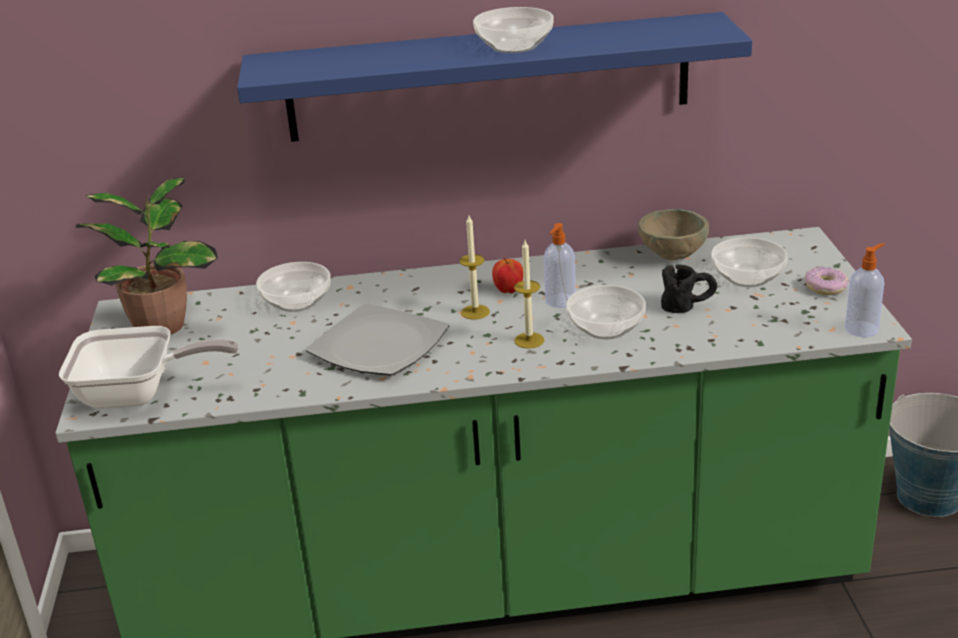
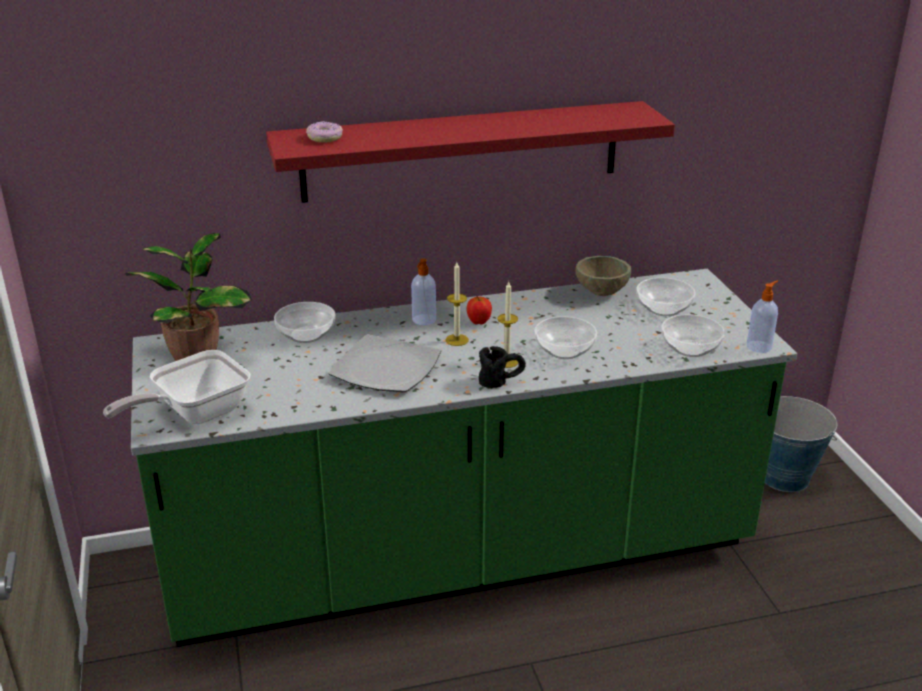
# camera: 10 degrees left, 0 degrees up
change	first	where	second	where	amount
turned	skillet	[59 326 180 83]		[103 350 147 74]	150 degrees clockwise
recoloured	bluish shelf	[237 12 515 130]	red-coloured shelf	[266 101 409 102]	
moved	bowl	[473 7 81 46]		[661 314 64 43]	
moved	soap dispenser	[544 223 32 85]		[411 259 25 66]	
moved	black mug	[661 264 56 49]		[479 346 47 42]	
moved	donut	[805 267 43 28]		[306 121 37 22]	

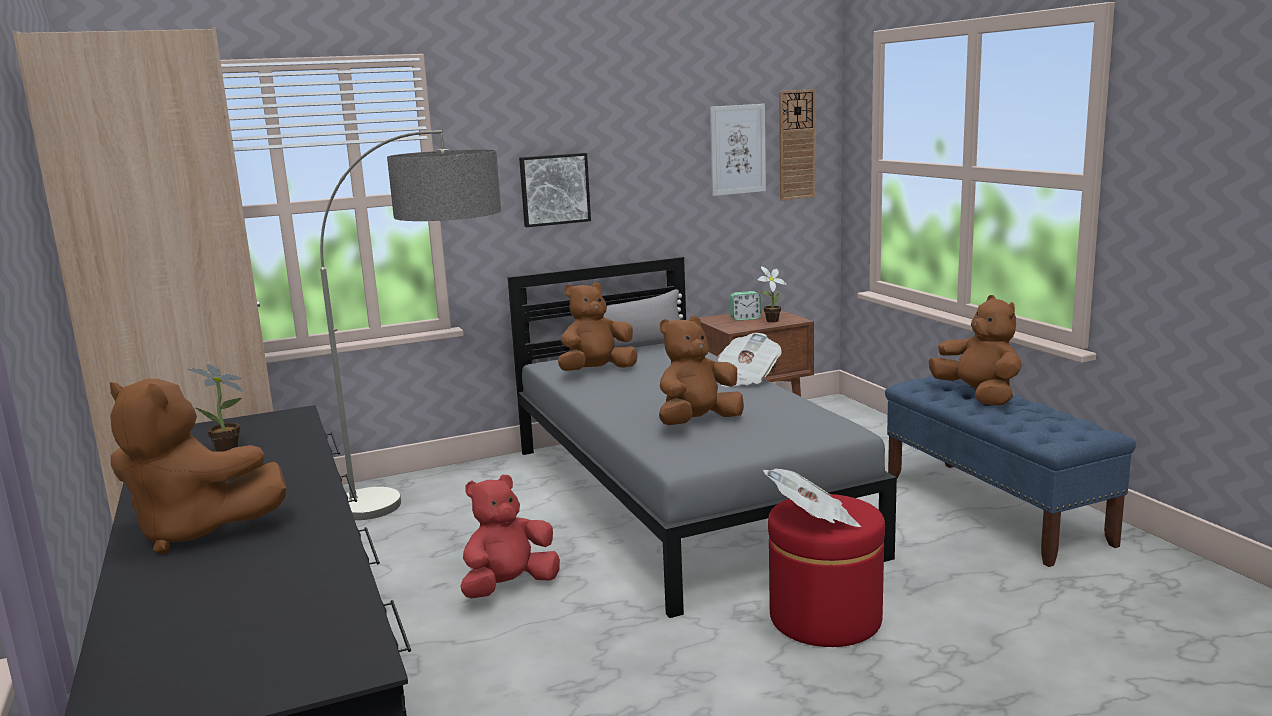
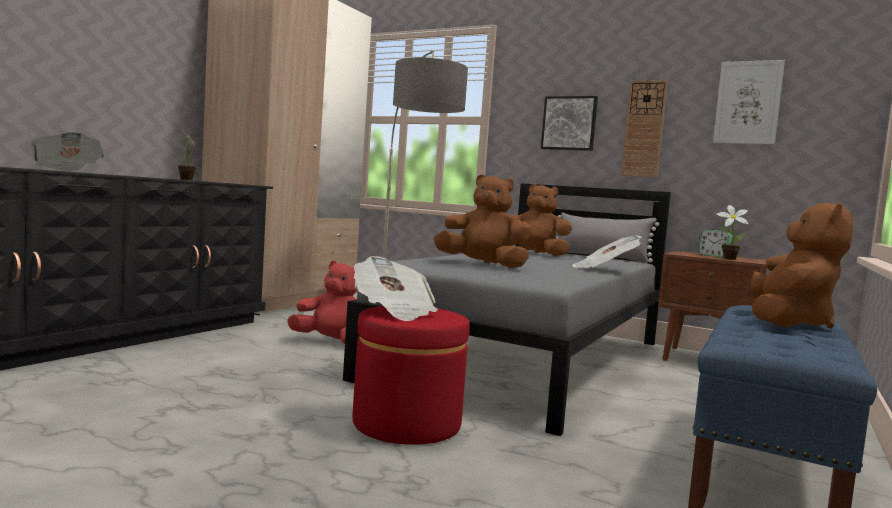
# camera: 50 degrees right, 10 degrees down
change	first	where	second	where	amount
replaced	brownish plush toy	[110 379 176 176]	daily paper	[31 132 73 39]	
moved	hanging clock	[779 89 37 111]		[621 80 47 97]	

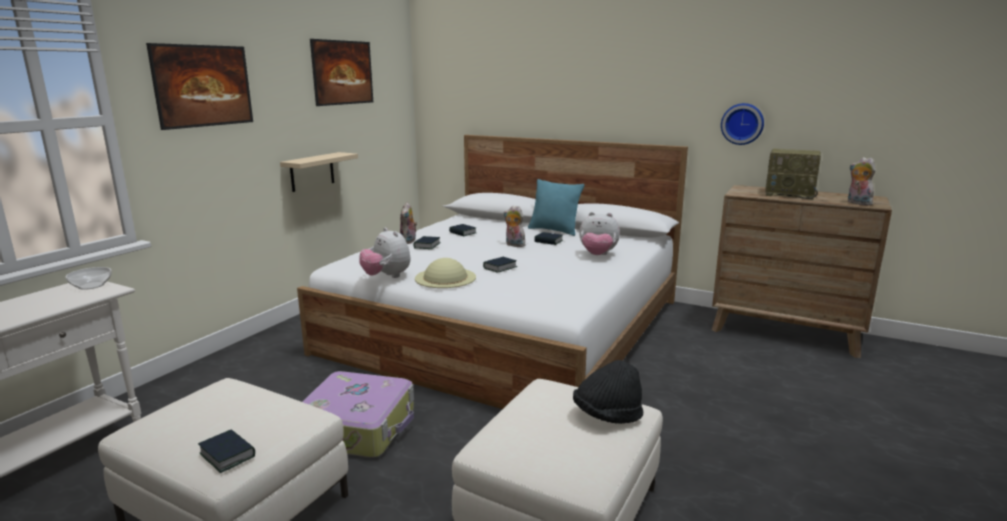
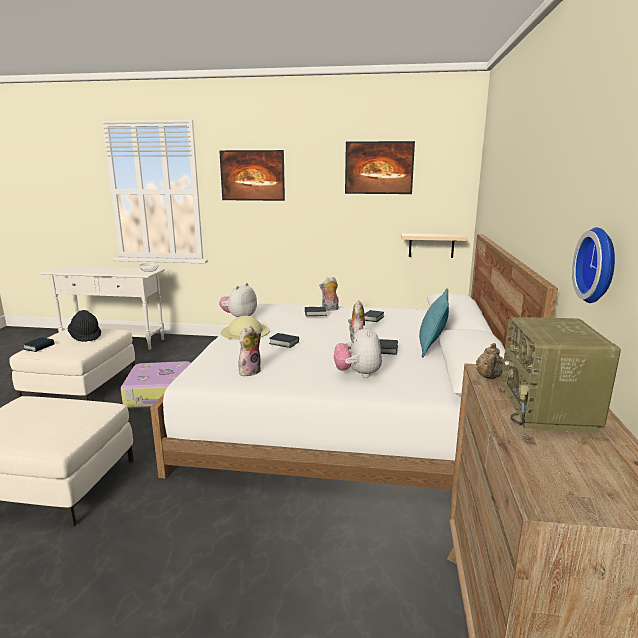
# camera: 70 degrees right, 0 degrees up
change	first	where	second	where	amount
moved	sand-coloured shelf	[280 152 78 40]		[401 233 66 25]	
moved	black wearable hat	[573 360 70 64]		[68 310 33 32]	
moved	plush toy	[848 157 28 48]		[239 326 22 50]	
added			sand-coloured teapot	[476 343 29 36]	

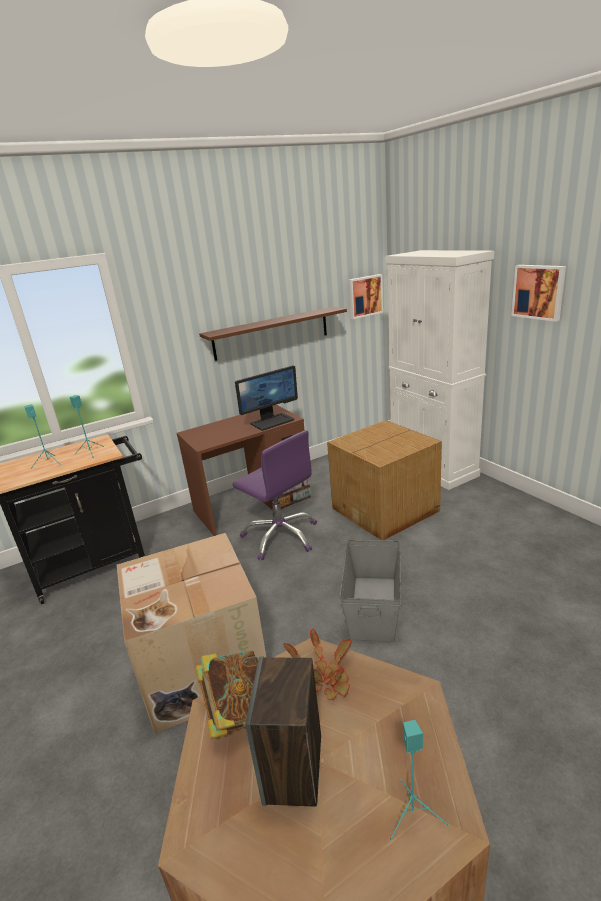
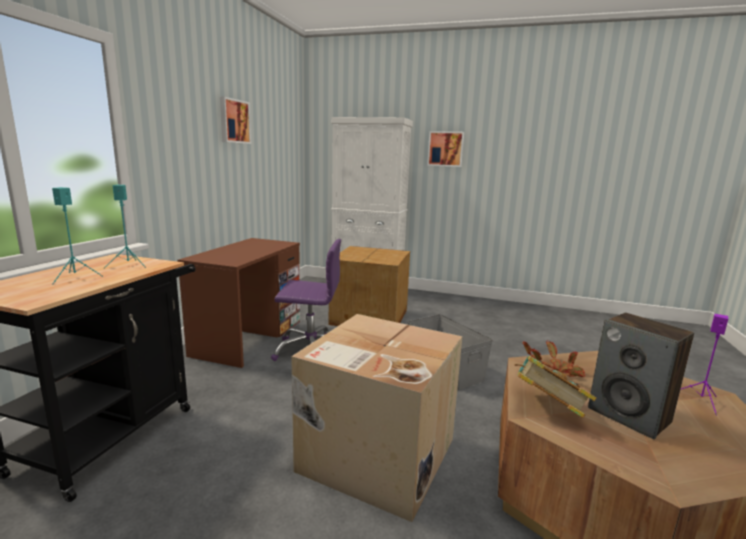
# camera: 45 degrees left, 10 degrees down
change	first	where	second	where	amount
removed	brownish shelf	[199 307 148 54]			
removed	computer screen	[235 365 63 66]			
moved	wall art	[348 274 35 45]		[220 97 31 47]	
recoloured	turquoise audio speaker	[389 720 60 121]	purple audio speaker	[680 314 48 101]	

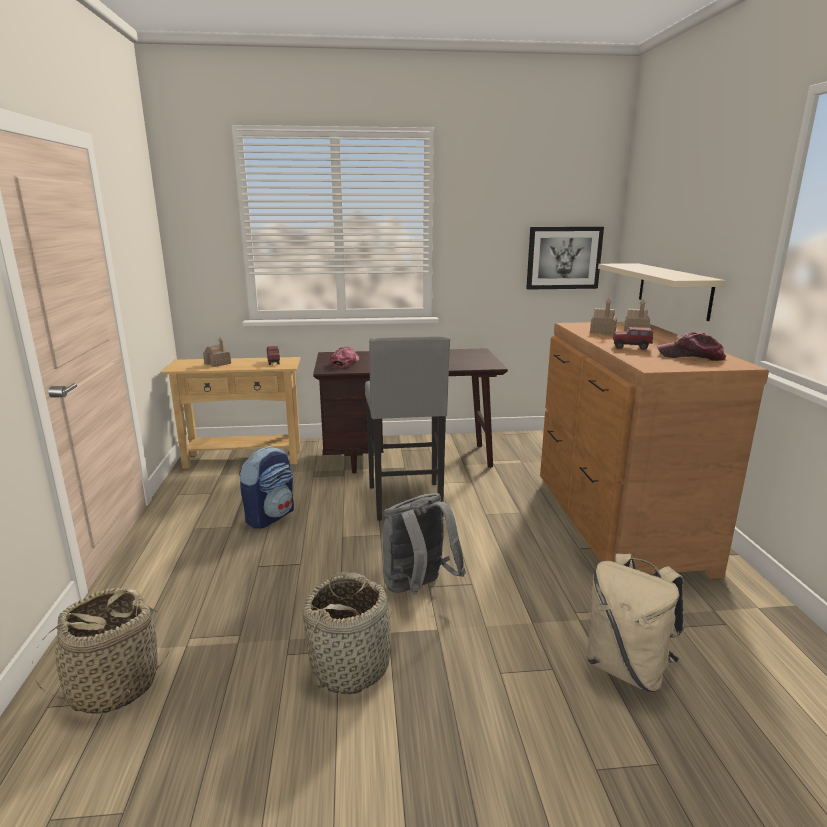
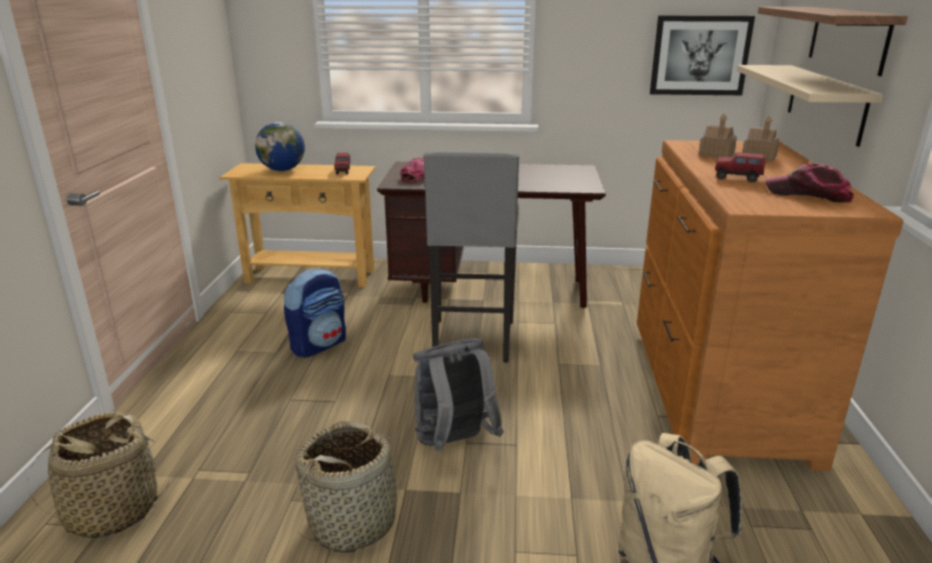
# camera: 10 degrees right, 5 degrees up
change	first	where	second	where	amount
replaced	model house	[203 337 28 30]	globe	[255 122 50 49]	
added			shelf	[758 7 150 69]	

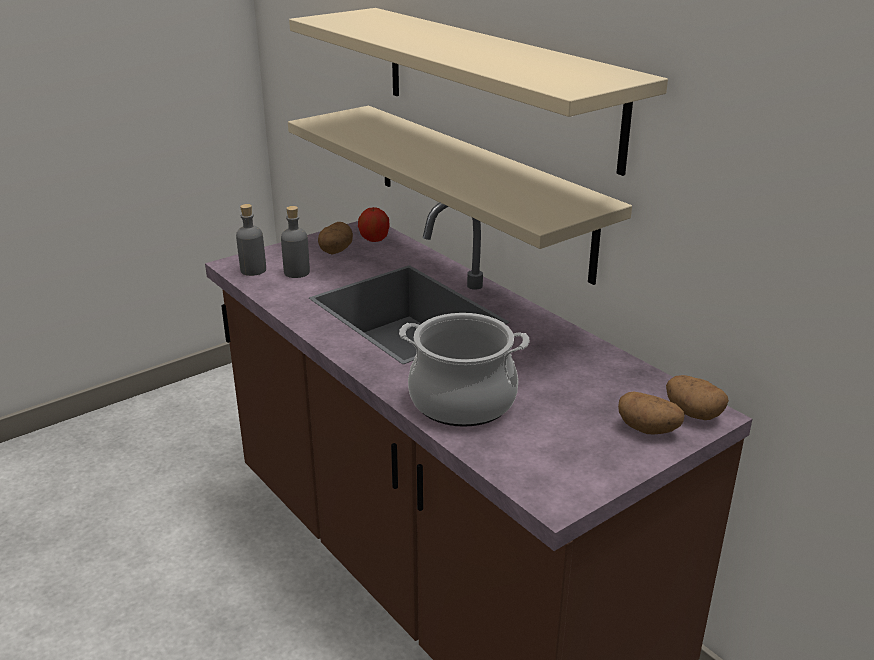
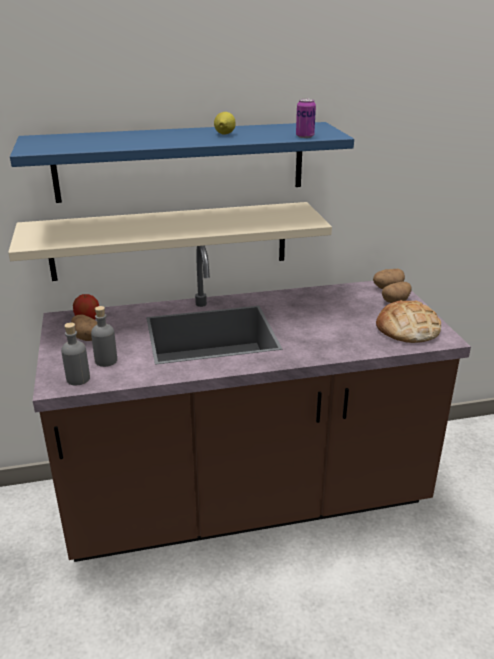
# camera: 65 degrees left, 0 degrees up
change	first	where	second	where	amount
recoloured	sand-coloured shelf	[289 8 379 168]	bluish shelf	[10 122 344 81]	
removed	stockpot	[399 313 130 114]			
added			whole lemon	[214 112 21 22]	
added			sealed can	[296 99 20 39]	
added			baked bread	[376 300 65 43]	

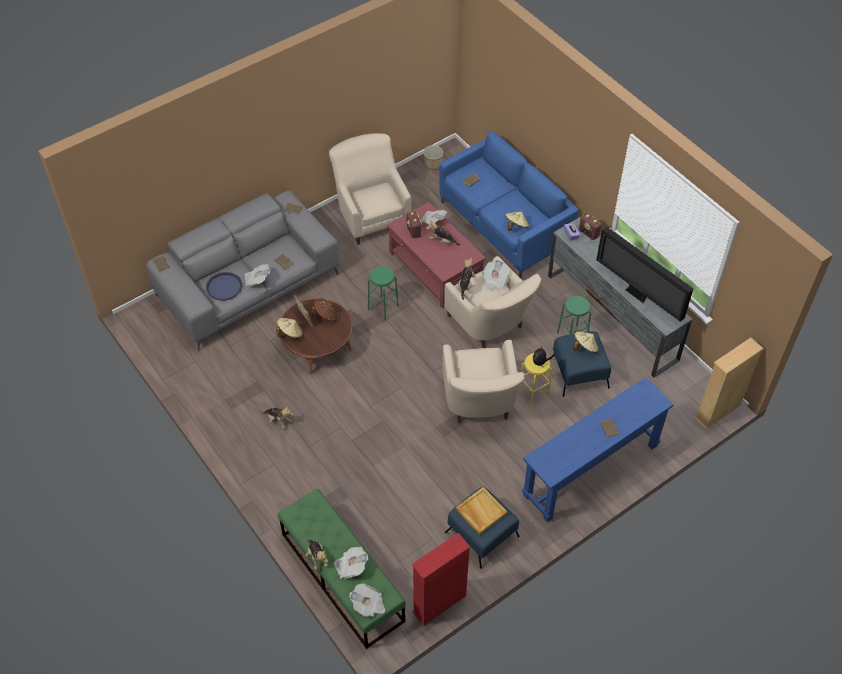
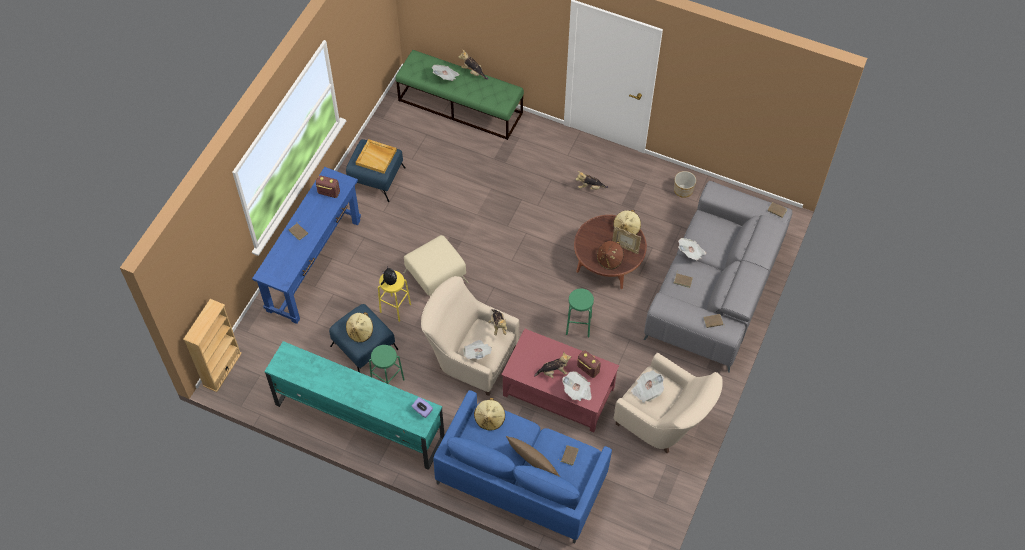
# camera: 150 degrees right, 5 degrees up
change	first	where	second	where	amount
removed	bluish carrying tray	[206 272 36 29]			
moved	daily paper	[350 584 35 33]		[631 370 33 33]	
removed	red-coloured shelving unit	[412 533 58 93]			
moved	flower pot	[423 145 20 25]		[674 171 22 27]	
replaced	sand-coloured easy chair	[443 340 82 83]	sand-coloured pouffe	[404 235 65 62]	
recoloured	grey media console	[548 217 144 161]	turquoise media console	[264 341 181 129]	
moved	radio	[579 213 23 27]		[316 175 24 23]	
removed	TV	[596 226 98 96]			
added			brownish cushion	[506 436 54 41]	

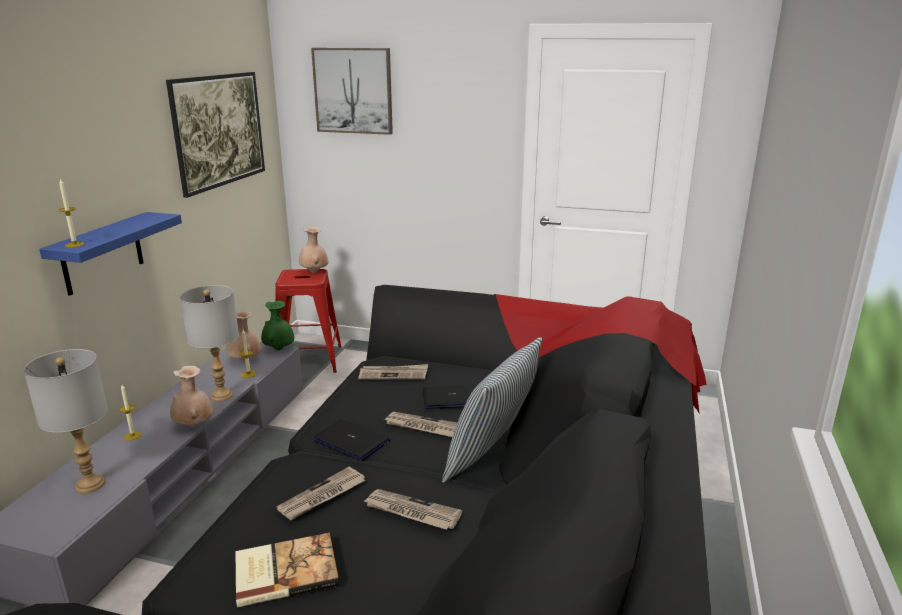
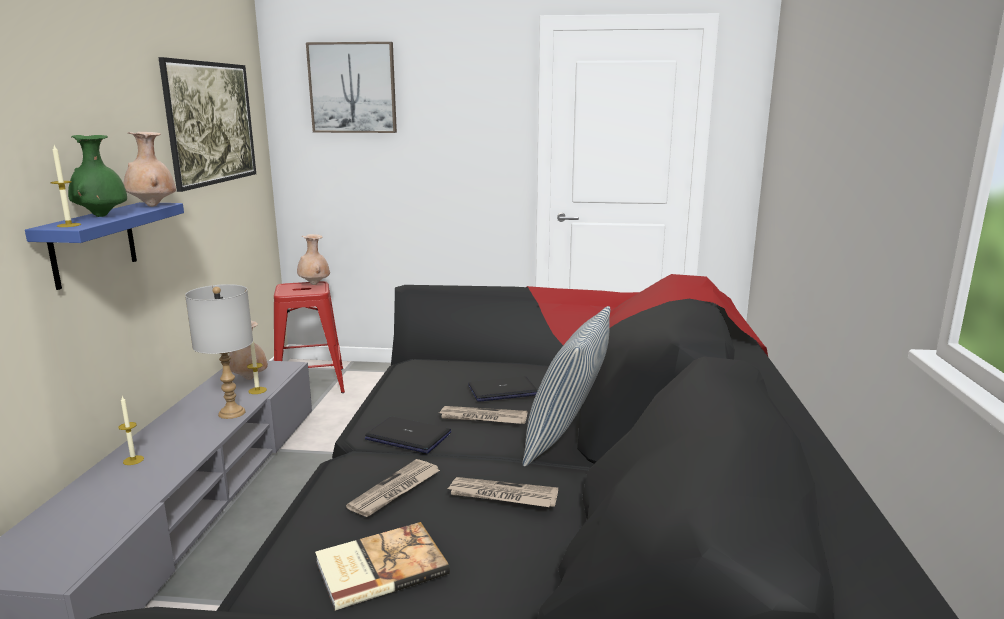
# camera: 10 degrees left, 5 degrees down
change	first	where	second	where	amount
removed	grey table lamp	[24 349 84 144]			
moved	sand-coloured vase	[170 366 43 61]		[124 132 52 75]	
moved	greenish vase	[261 301 33 49]		[68 135 59 82]	
removed	daily paper	[358 364 70 16]			

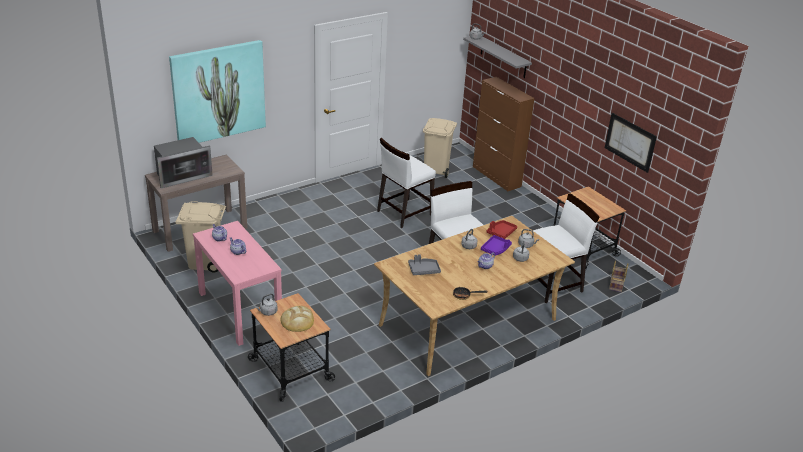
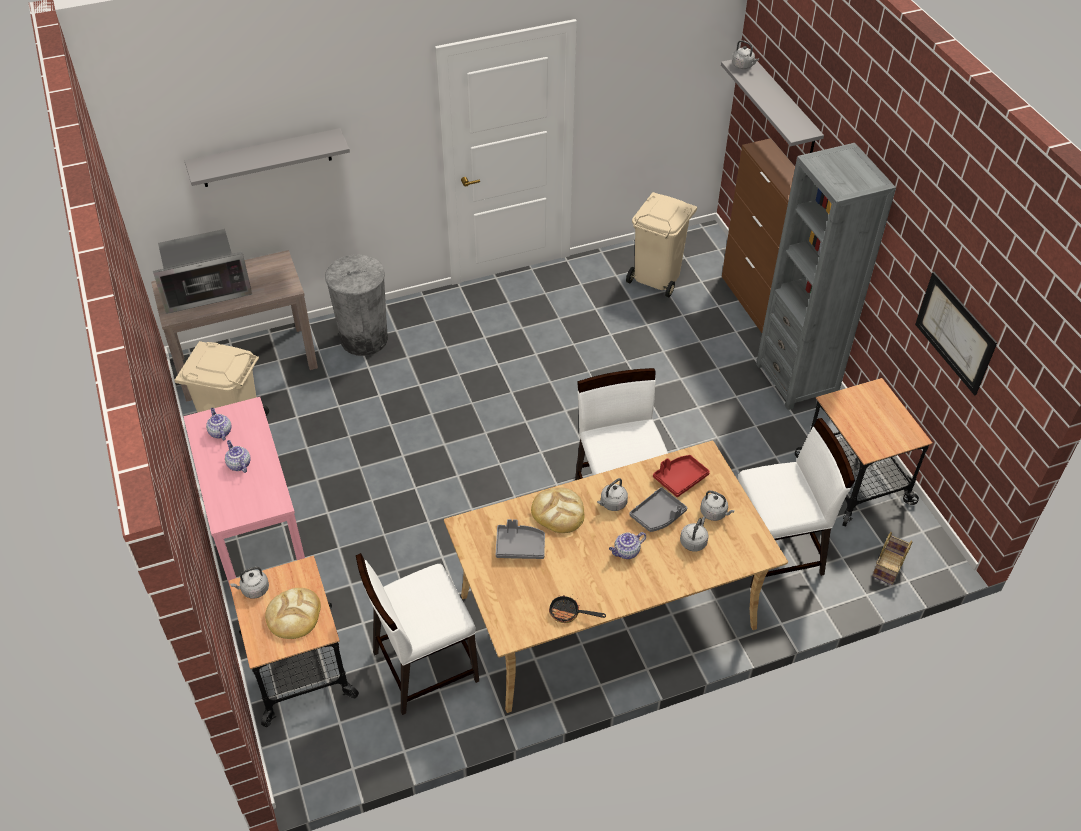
# camera: 15 degrees right, 15 degrees up
change	first	where	second	where	amount
replaced	wall art	[169 40 97 103]	grey shelf	[184 128 166 59]	
moved	whitish upright chair	[377 138 59 90]		[356 553 123 162]	
recoloured	purple carrying tray	[481 235 31 21]	grey carrying tray	[629 487 58 45]	
added			grey waste bin	[325 255 63 101]	
added			baked bread	[531 487 53 46]	
added			grey shelving unit	[756 143 140 267]	

